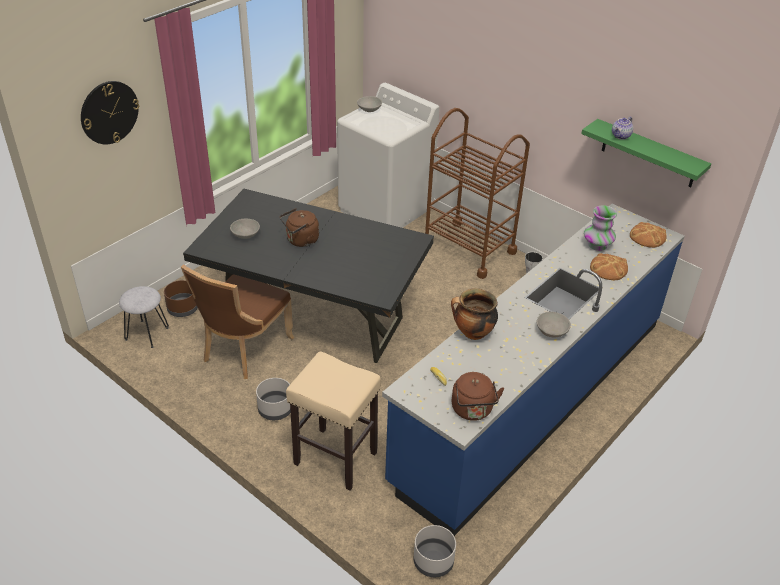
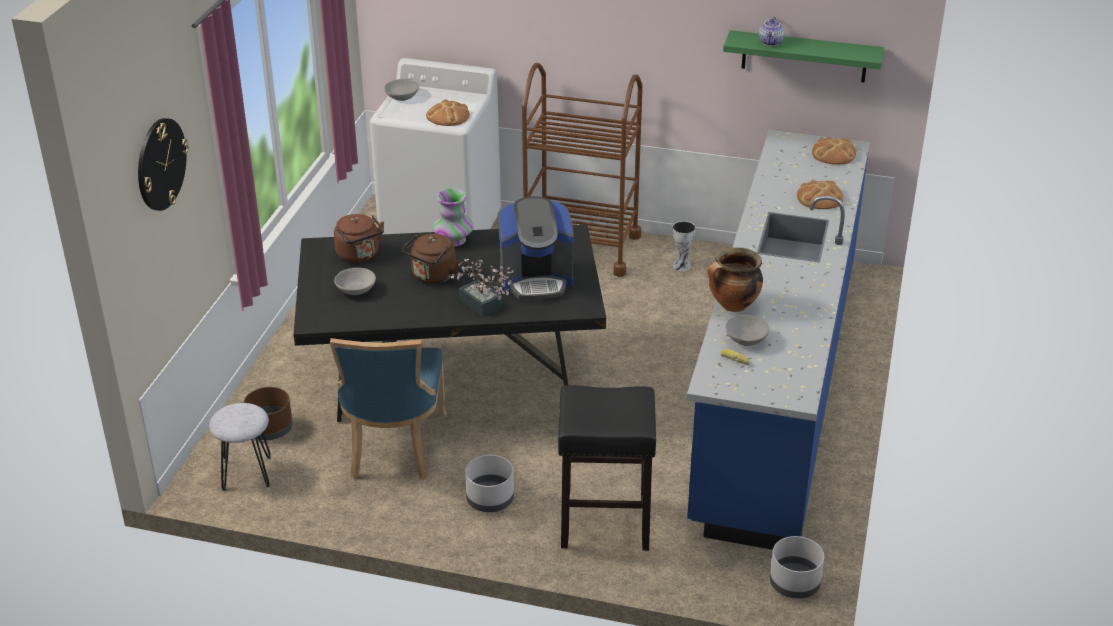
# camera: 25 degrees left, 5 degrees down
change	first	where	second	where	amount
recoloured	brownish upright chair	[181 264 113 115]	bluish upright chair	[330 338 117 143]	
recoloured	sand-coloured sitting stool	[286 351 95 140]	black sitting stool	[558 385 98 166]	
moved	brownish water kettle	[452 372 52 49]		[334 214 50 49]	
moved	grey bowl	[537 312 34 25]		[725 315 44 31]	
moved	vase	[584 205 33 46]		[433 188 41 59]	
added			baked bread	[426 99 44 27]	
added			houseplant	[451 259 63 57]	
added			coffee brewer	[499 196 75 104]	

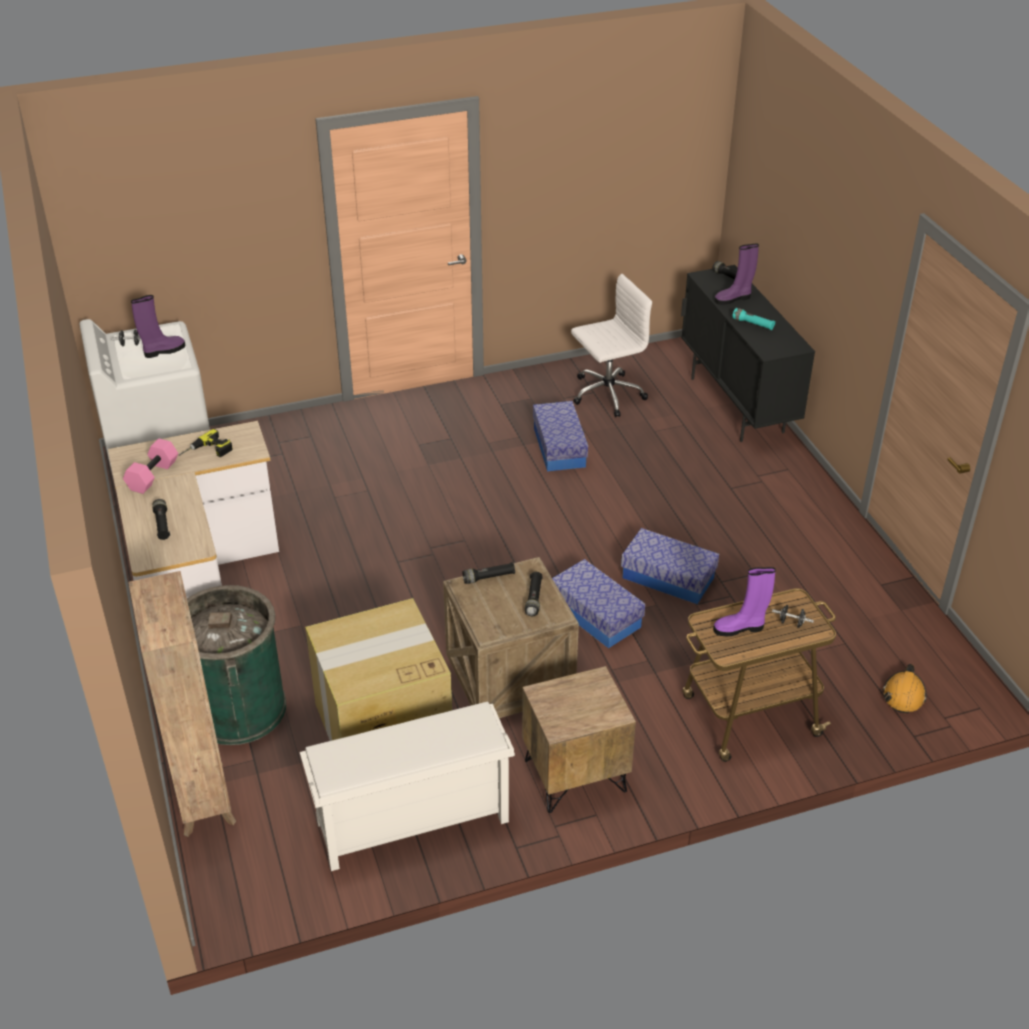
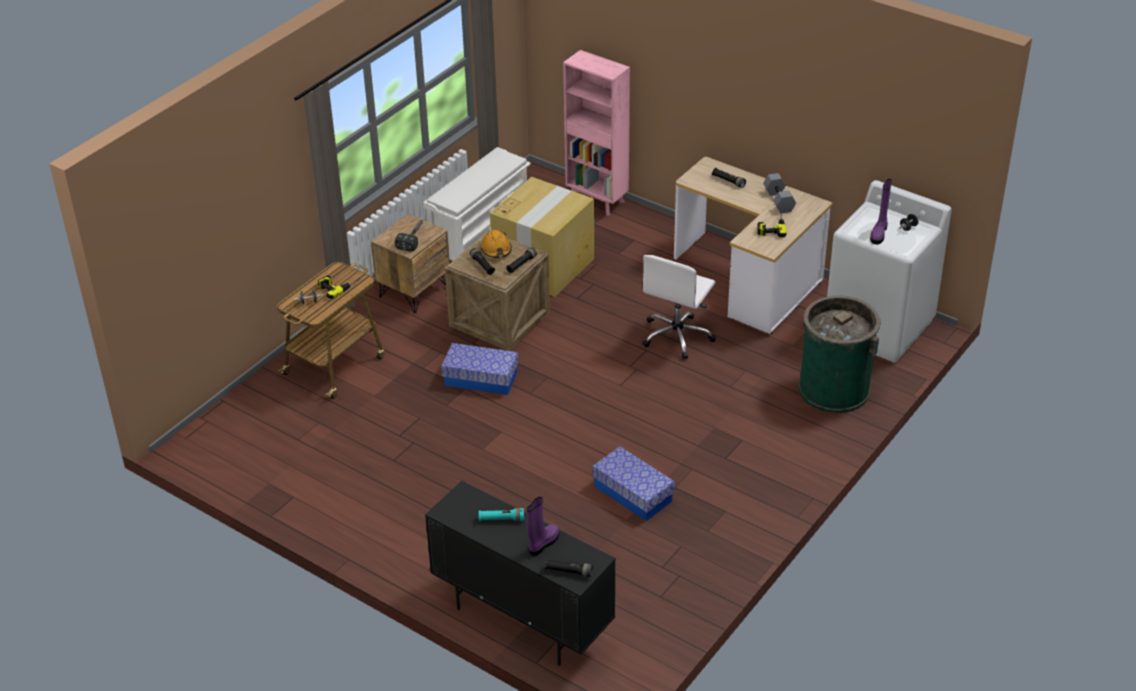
# camera: 145 degrees right, 0 degrees up
change	first	where	second	where	amount
recoloured	pink-coloured free weight	[123 438 55 56]	grey free weight	[763 173 33 40]	
recoloured	brownish shelving unit	[129 571 107 266]	pink-coloured shelving unit	[563 50 67 166]	
moved	greenish waste bin	[187 585 99 160]		[799 296 82 117]	
moved	whitish office chair	[571 274 81 143]		[642 255 74 104]	
removed	storage bin	[621 528 98 76]			
replaced	purple boot	[713 567 63 69]	power drill	[318 275 43 24]	
moved	orangey safety helmet	[882 664 44 49]		[480 230 32 28]	
added			hammer	[395 220 28 32]	

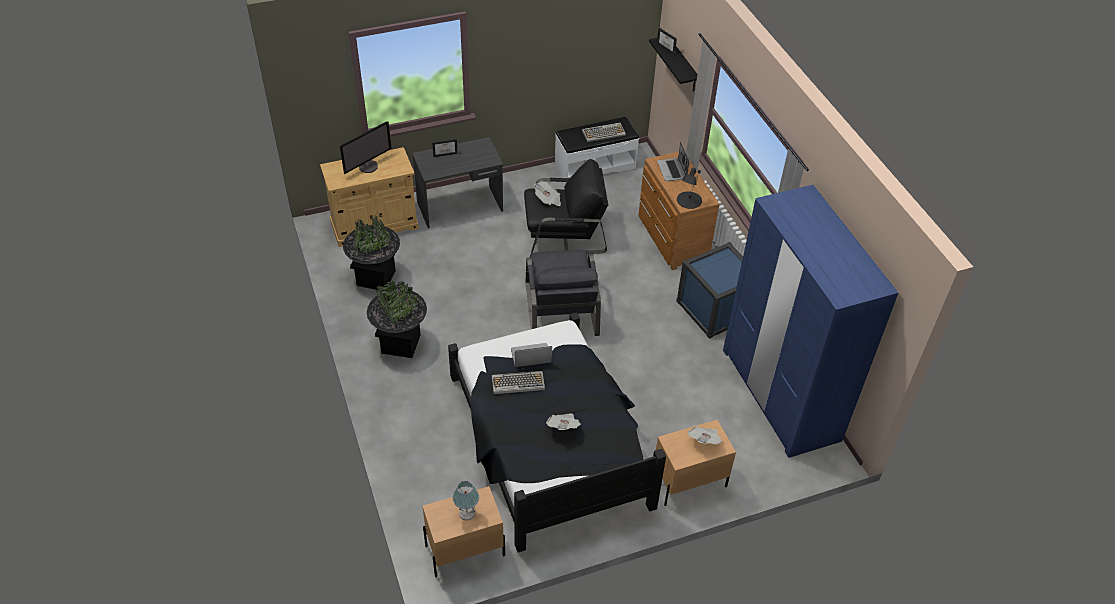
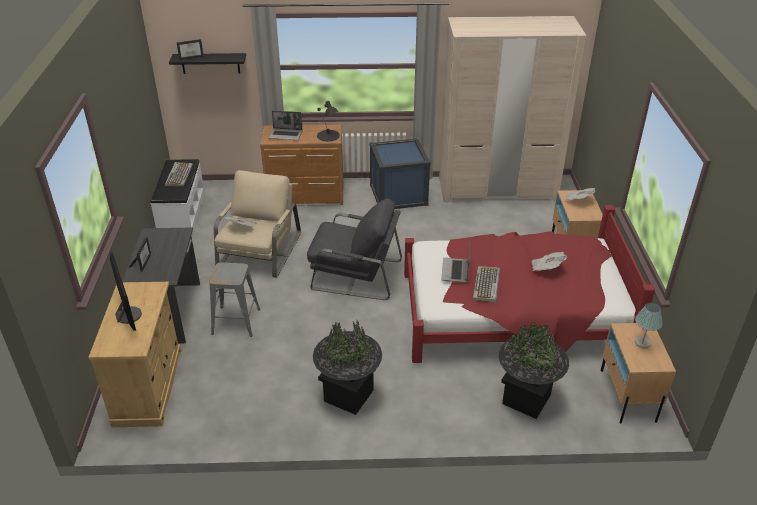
# camera: 70 degrees left, 10 degrees down
change	first	where	second	where	amount
moved	black flower pot	[343 215 57 75]		[499 323 70 96]	
recoloured	black sleeping bed	[448 312 218 240]	red-coloured sleeping bed	[404 205 251 158]	
recoloured	black easy chair	[524 159 84 95]	sand-coloured easy chair	[214 170 87 107]	
recoloured	bluish wardrobe	[723 185 175 273]	sand-coloured wardrobe	[439 16 147 186]	
added			grey sitting stool	[209 262 51 75]	

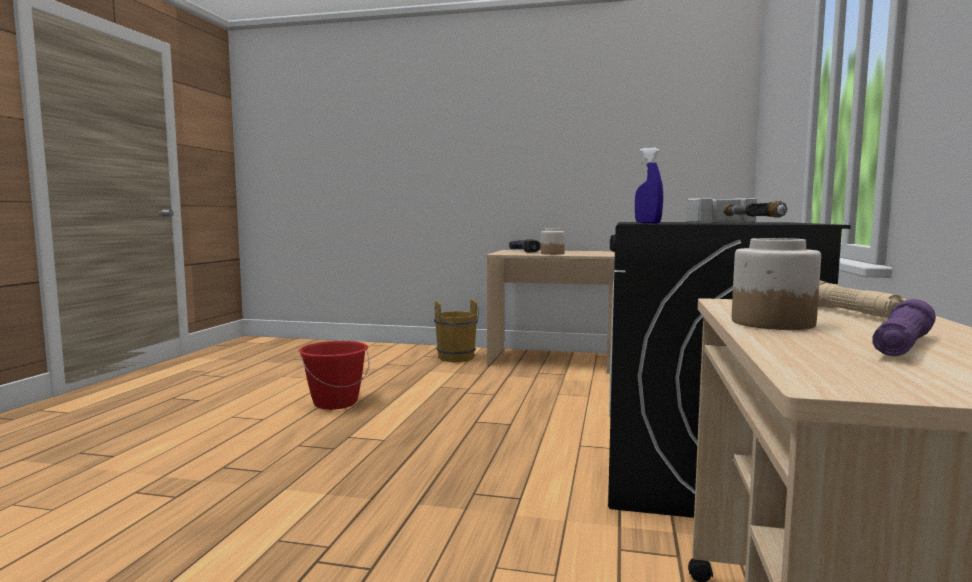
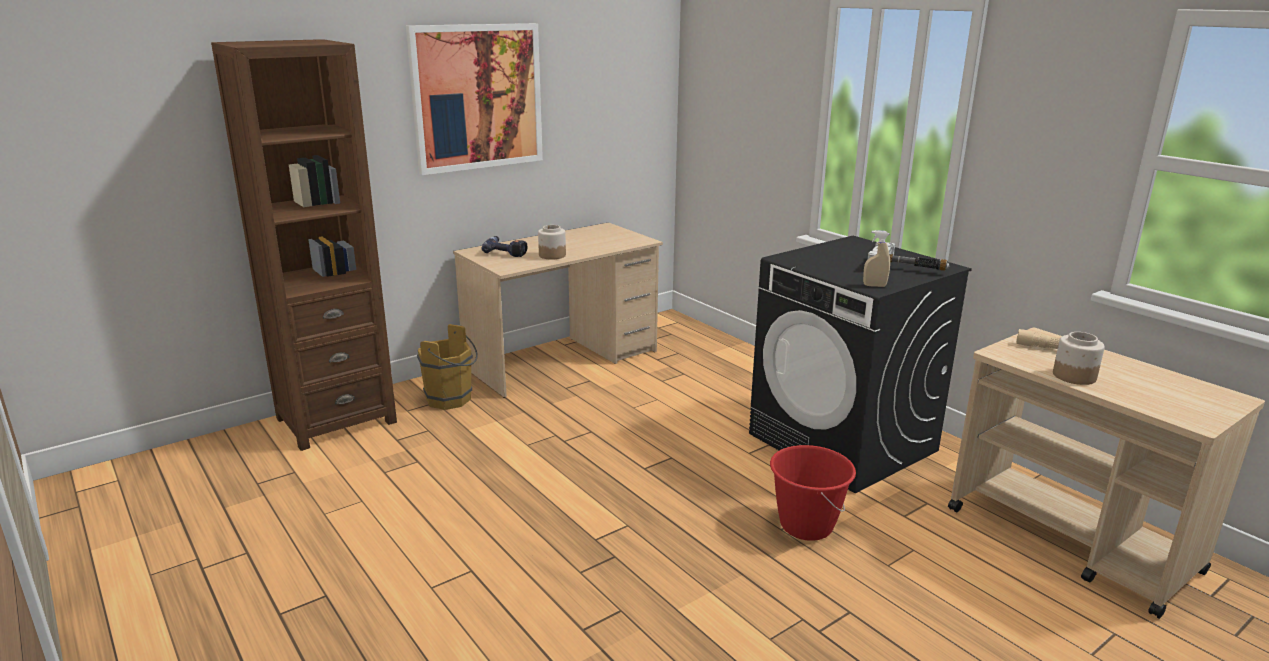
# camera: 50 degrees left, 15 degrees up
change	first	where	second	where	amount
moved	red-coloured bucket	[299 341 71 69]		[770 445 86 96]	
recoloured	bluish sprayer	[635 147 28 76]	sand-coloured sprayer	[863 230 27 57]	
removed	purple torch	[872 299 64 57]			
added			brownish shelving unit	[211 39 186 412]	
added			wall art	[406 23 137 152]	

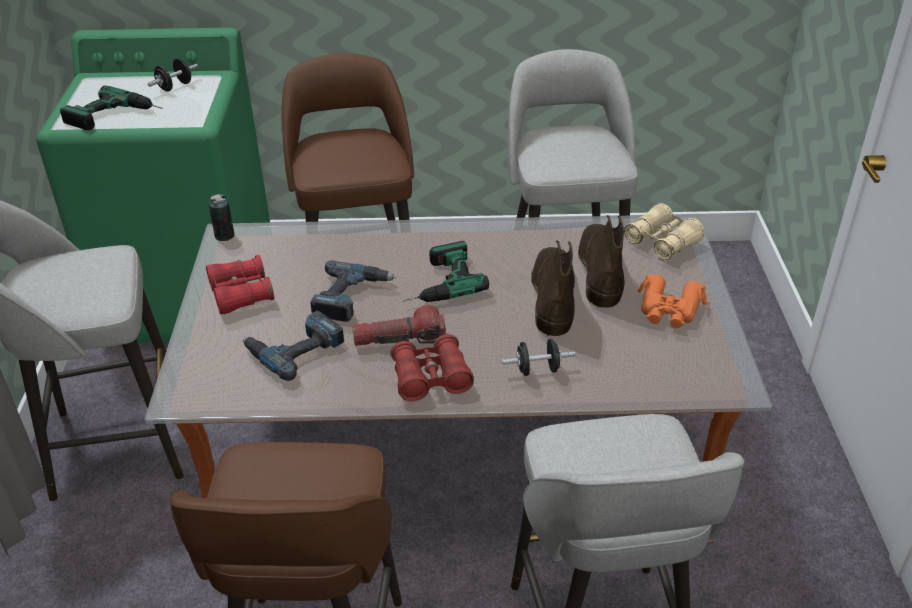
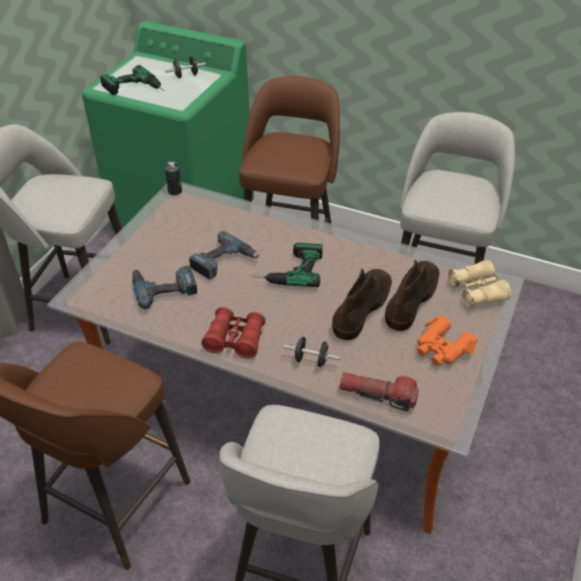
# camera: 25 degrees right, 5 degrees up
change	first	where	second	where	amount
removed	red-coloured binoculars	[206 255 68 59]			
moved	torch	[352 305 94 41]		[340 372 79 40]	

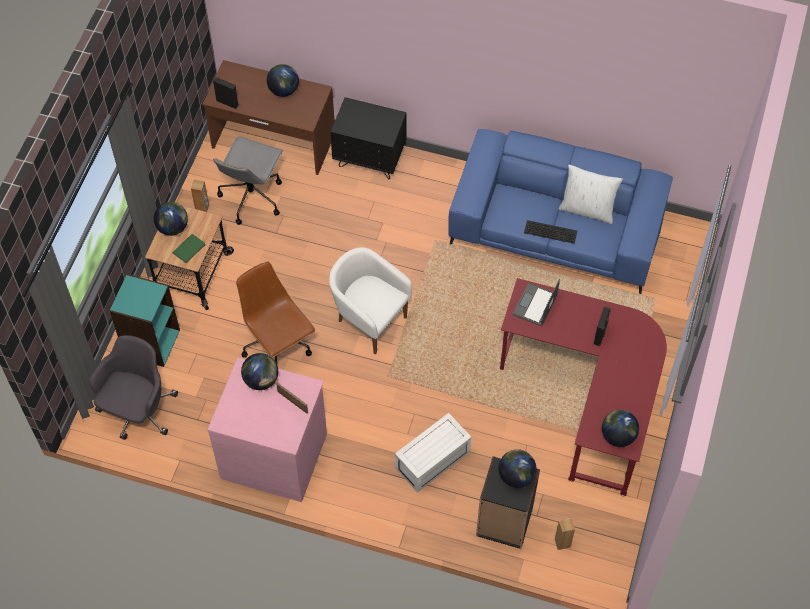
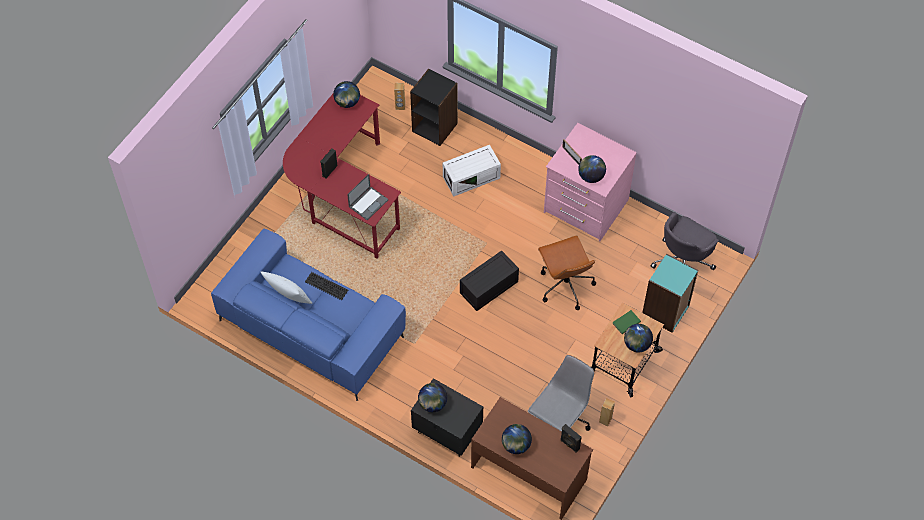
# camera: 165 degrees left, 0 degrees up
change	first	where	second	where	amount
replaced	whitish easy chair	[329 247 83 107]	black storage bin	[460 251 59 60]	
moved	globe	[499 449 37 39]		[418 383 29 29]	

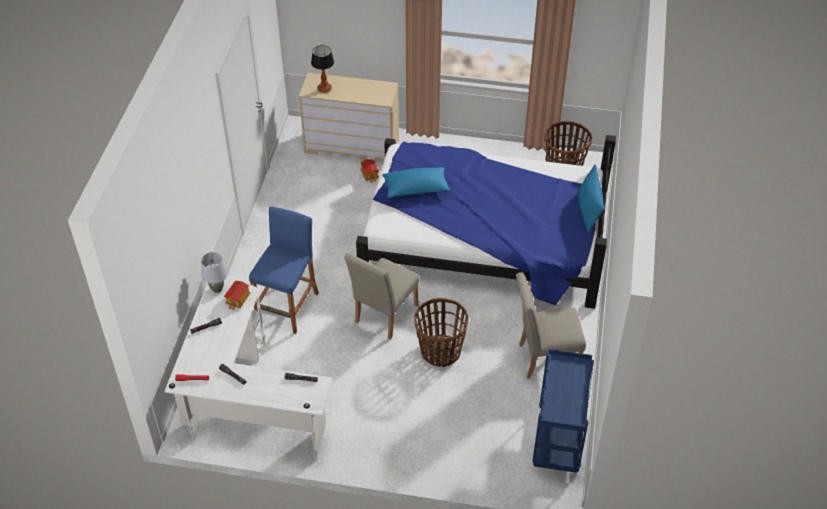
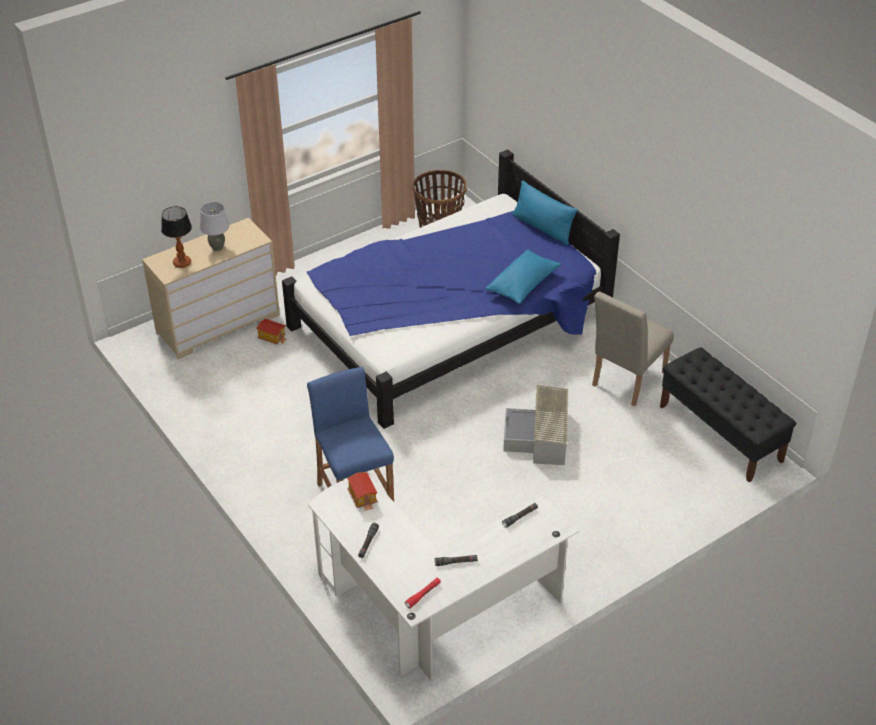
# camera: 45 degrees left, 5 degrees down
change	first	where	second	where	amount
moved	grey table lamp	[201 252 27 41]		[200 202 29 49]	
removed	sand-coloured upright chair	[344 253 76 87]			
moved	bluish cushion	[382 167 68 31]		[485 250 76 54]	
replaced	household basket	[414 298 55 69]	grey storage bin	[503 385 66 80]	
replaced	bluish wheeled cart	[532 349 62 124]	black long seat	[660 347 136 135]	

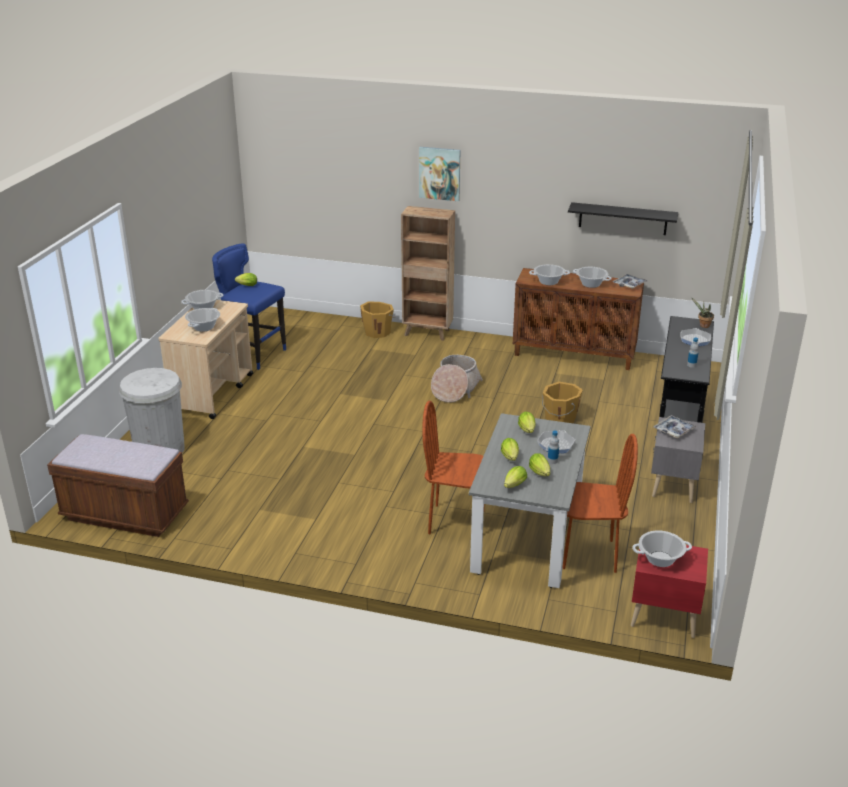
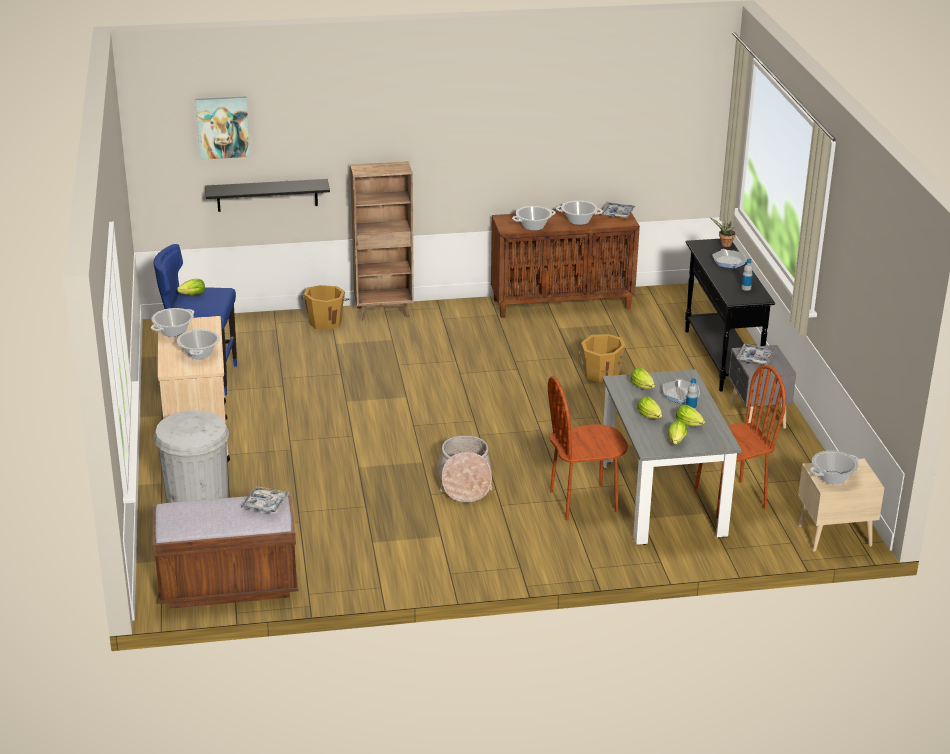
# camera: 25 degrees left, 0 degrees up
change	first	where	second	where	amount
moved	wall art	[419 147 42 54]		[195 97 55 63]	
moved	household basket	[431 355 52 48]		[438 436 55 67]	
moved	black shelf	[568 202 110 33]		[205 179 125 33]	
recoloured	red-coloured night table	[631 545 77 93]	sand-coloured night table	[798 458 86 94]	
added			carrying tray	[240 486 50 28]	

